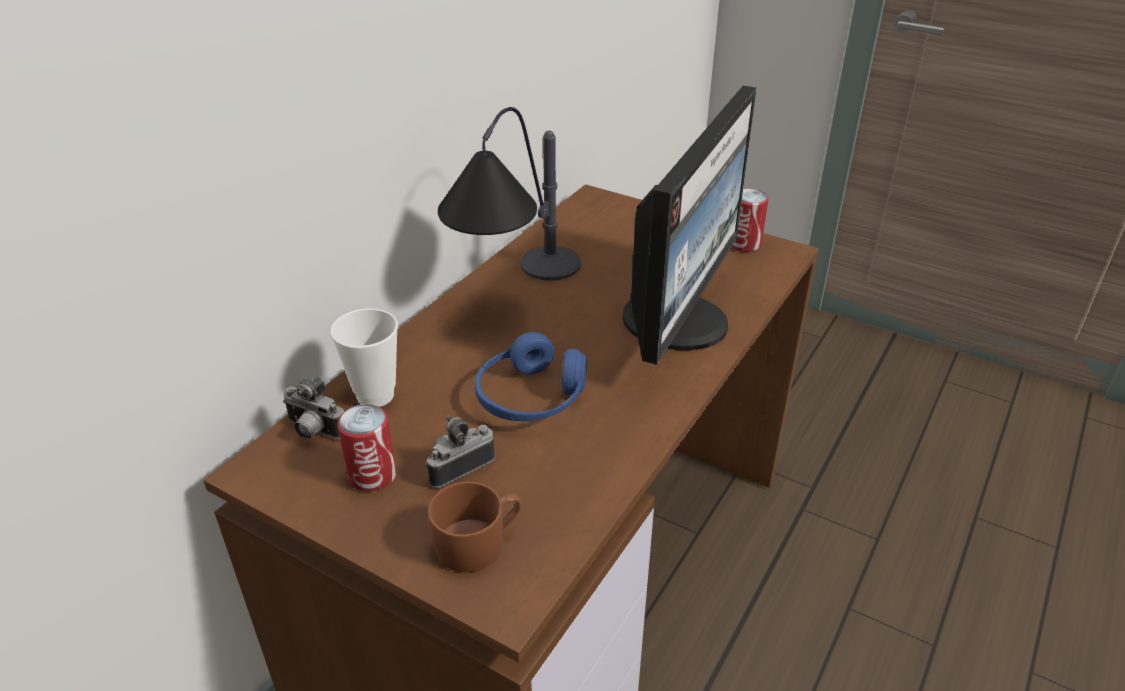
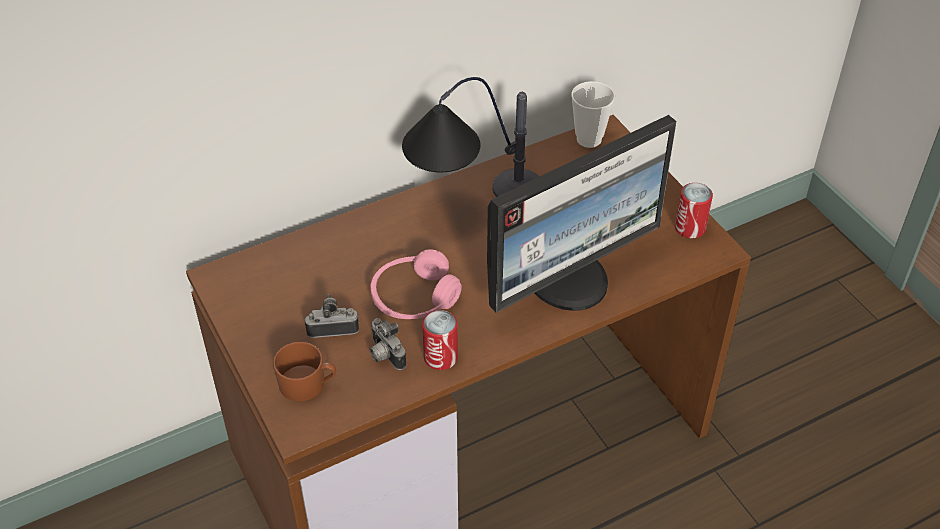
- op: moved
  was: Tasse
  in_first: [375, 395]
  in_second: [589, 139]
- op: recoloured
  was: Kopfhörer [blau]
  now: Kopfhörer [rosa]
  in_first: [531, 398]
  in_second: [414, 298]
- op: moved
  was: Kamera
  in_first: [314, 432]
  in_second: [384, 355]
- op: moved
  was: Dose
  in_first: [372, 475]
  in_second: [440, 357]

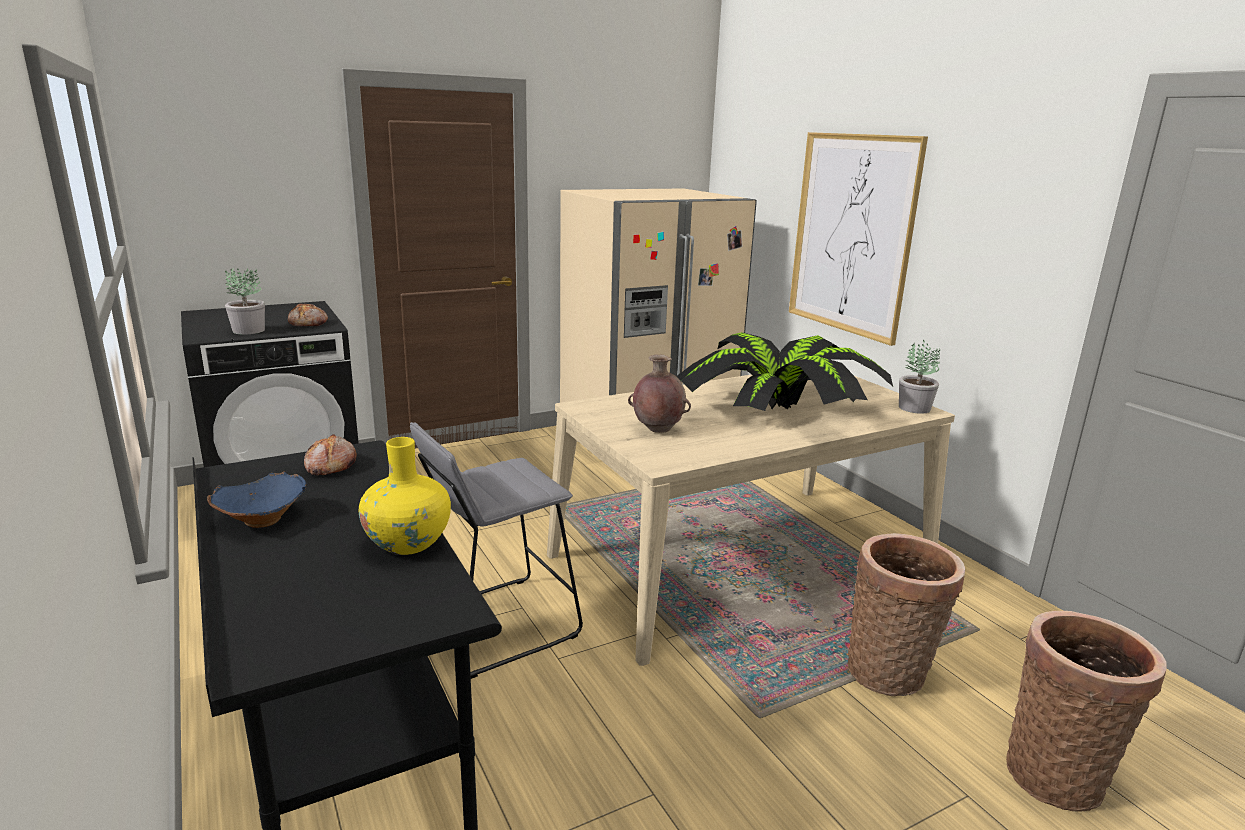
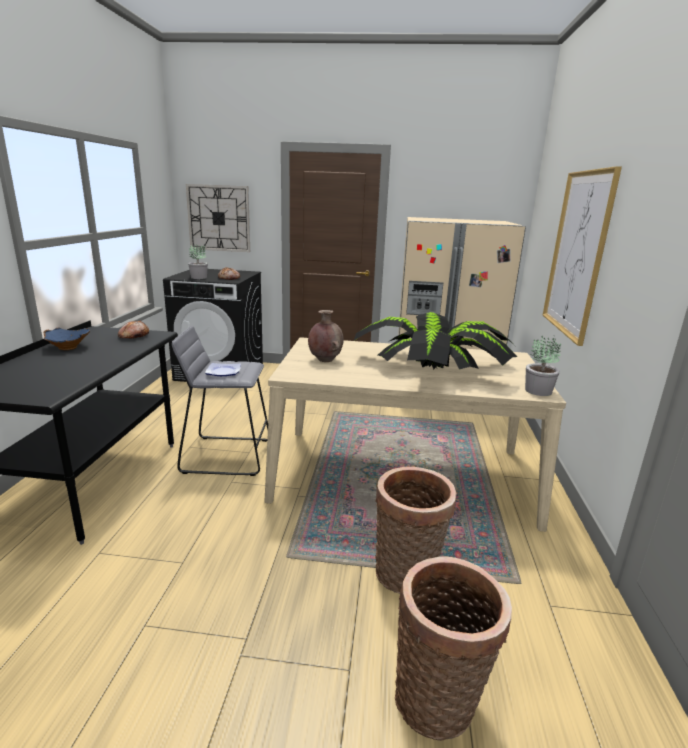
- op: removed
  was: Vase [gelb]
  in_first: [408, 542]
- op: added
  now: Wanduhr
  in_second: [219, 218]
- op: added
  now: Teller
  in_second: [223, 371]

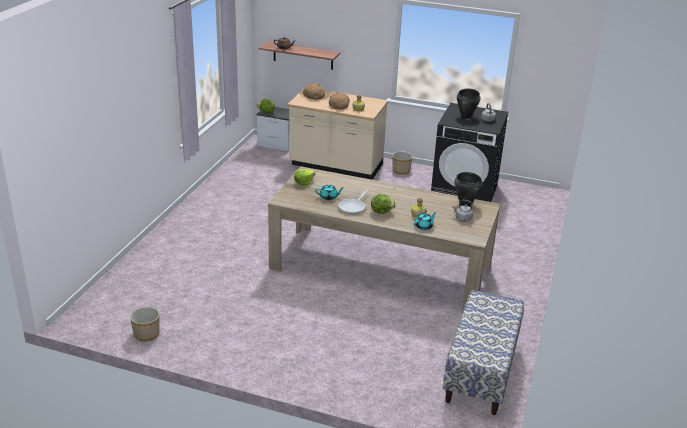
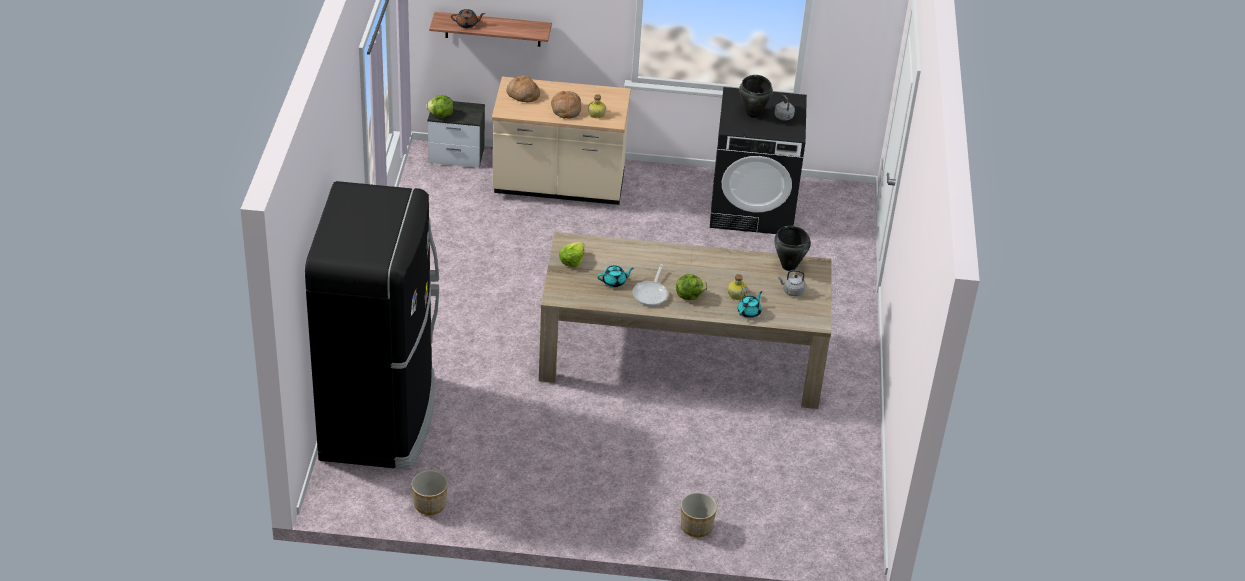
- op: moved
  was: Pflanzkübel
  in_first: [401, 171]
  in_second: [696, 526]
- op: removed
  was: Bank
  in_first: [481, 372]
- op: added
  now: Kühlschrank [schwarz]
  in_second: [380, 417]

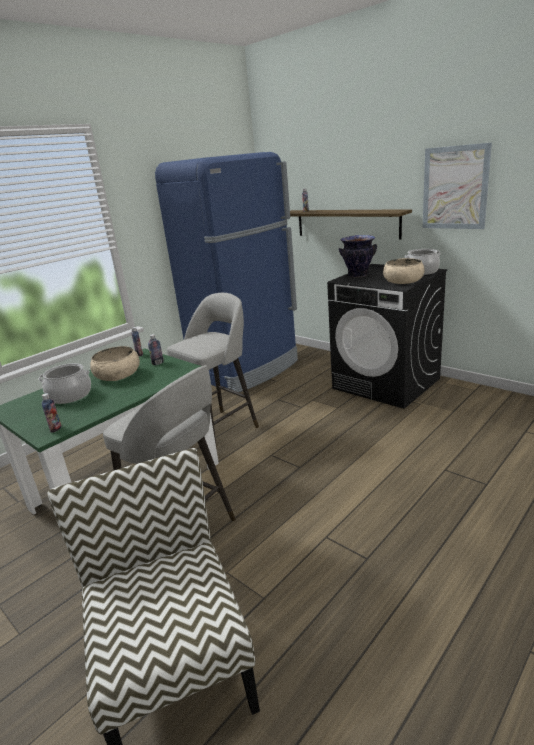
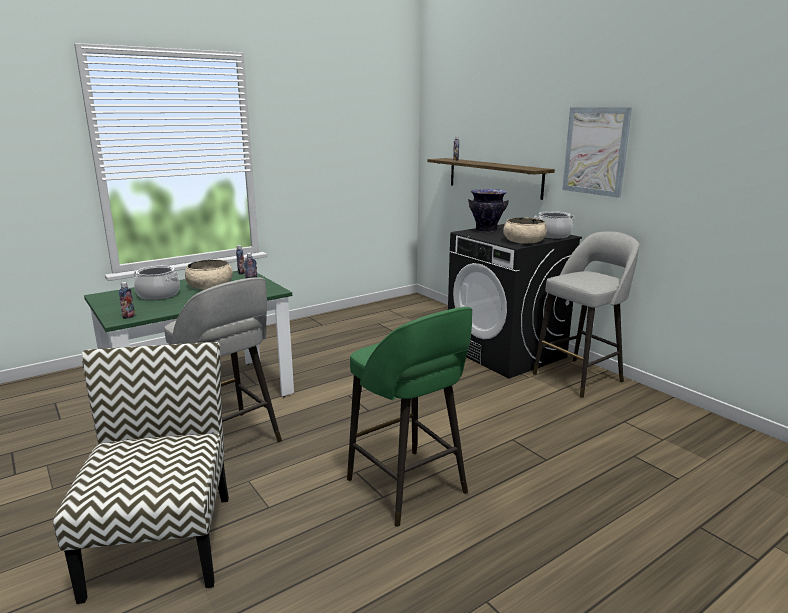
- op: removed
  was: Kühlschrank [blau]
  in_first: [246, 369]
- op: moved
  was: Hocker [grau]
  in_first: [220, 430]
  in_second: [579, 377]
- op: added
  now: Hocker [grün]
  in_second: [408, 488]

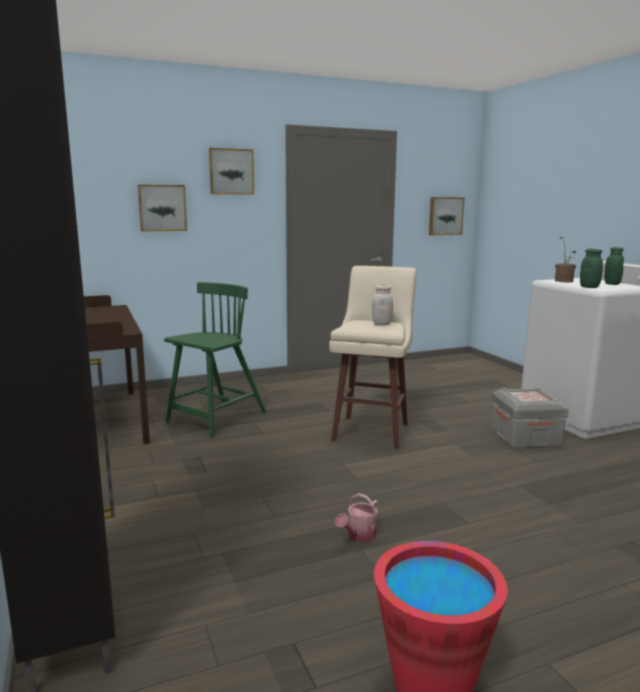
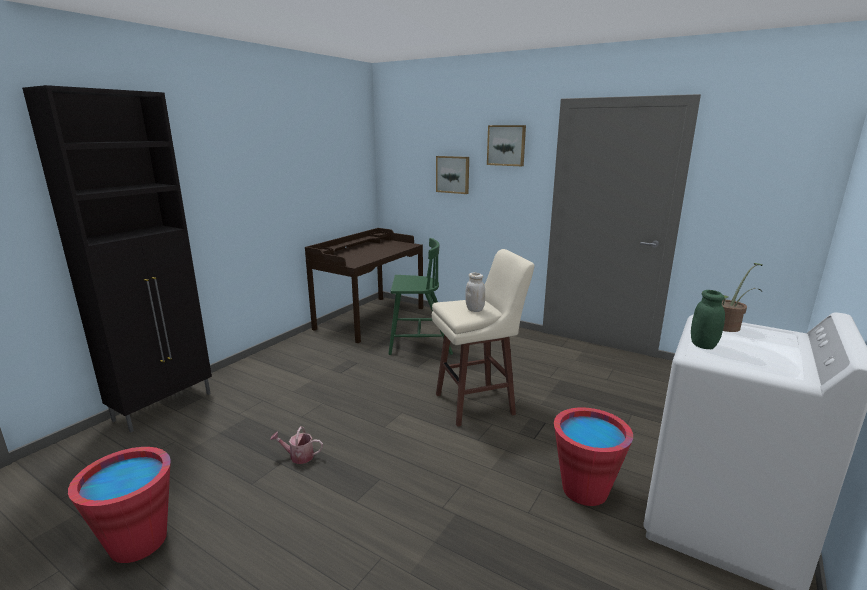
- op: removed
  was: Bild
  in_first: [445, 216]
- op: removed
  was: Vorratsglas [grün]
  in_first: [612, 284]
- op: replaced
  was: Aufbewahrungsbox [grau]
  now: Eimer [rot]
  in_first: [525, 436]
  in_second: [585, 490]

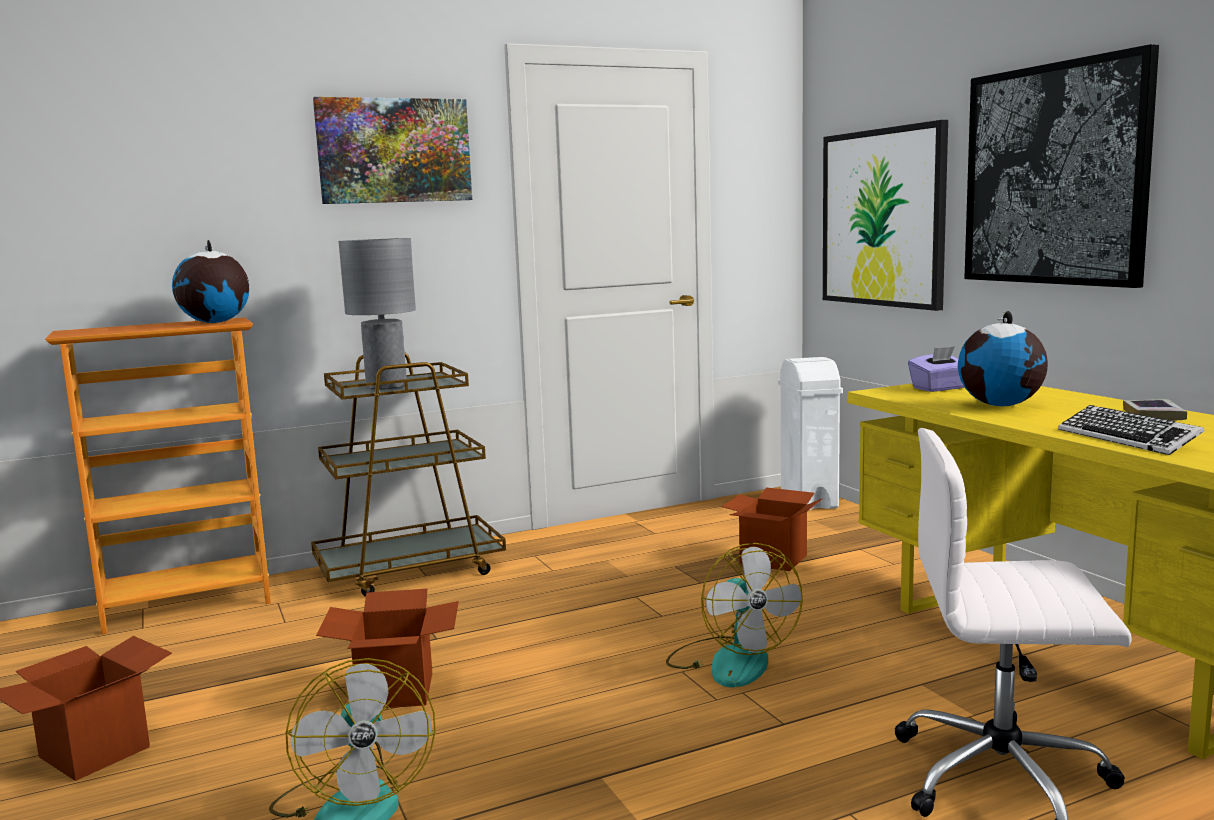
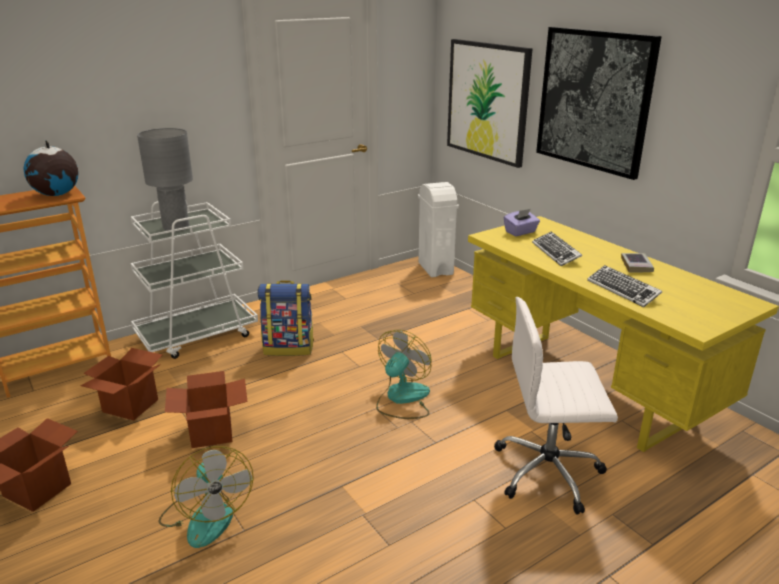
- op: removed
  was: Bild
  in_first: [394, 151]
- op: replaced
  was: Globus
  now: Tastatur
  in_first: [1001, 405]
  in_second: [556, 252]
- op: recoloured
  was: Rollwagen [braun]
  now: Rollwagen [weiß]
  in_first: [411, 570]
  in_second: [197, 335]
- op: moved
  was: Karton
  in_first: [773, 559]
  in_second: [131, 406]
- op: turned
  was: Ventilator
  in_first: [730, 661]
  in_second: [402, 399]
  clockwise: -120
- op: added
  now: Rucksack
  in_second: [289, 347]

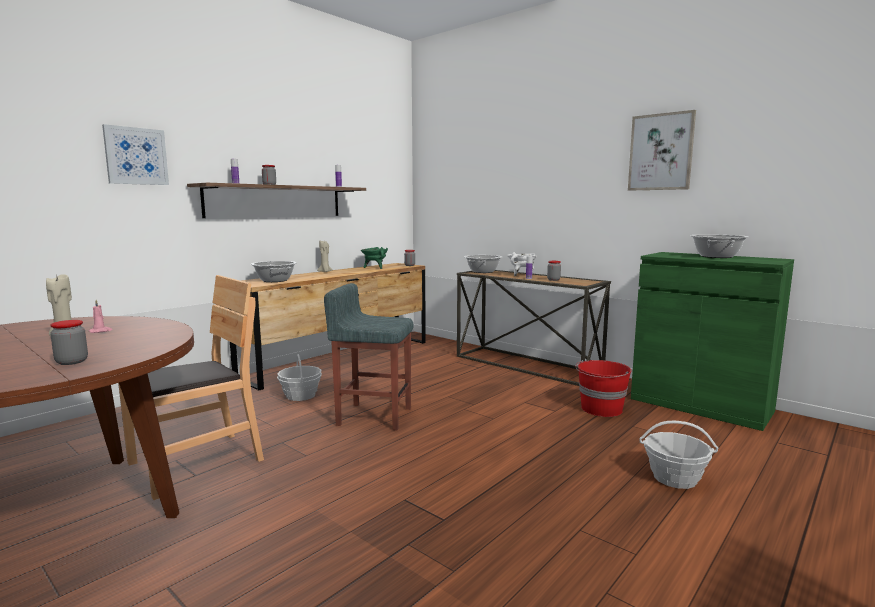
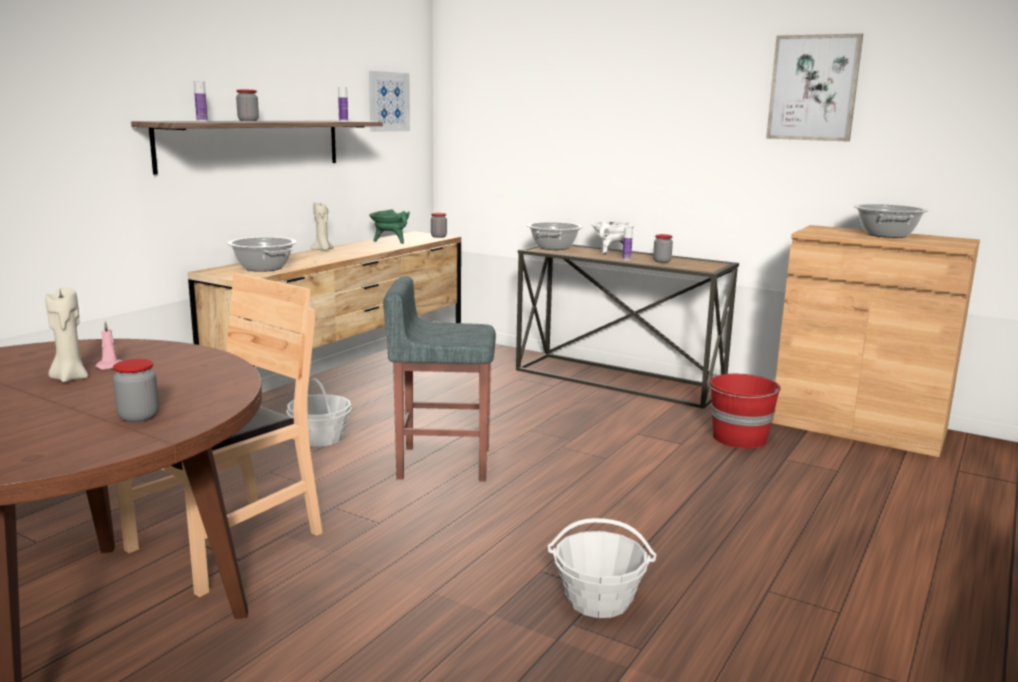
- op: moved
  was: Bild
  in_first: [136, 156]
  in_second: [388, 102]
- op: recoloured
  was: Schrank [grün]
  now: Schrank [braun]
  in_first: [700, 405]
  in_second: [858, 427]
- op: moved
  was: Korb
  in_first: [674, 478]
  in_second: [598, 600]

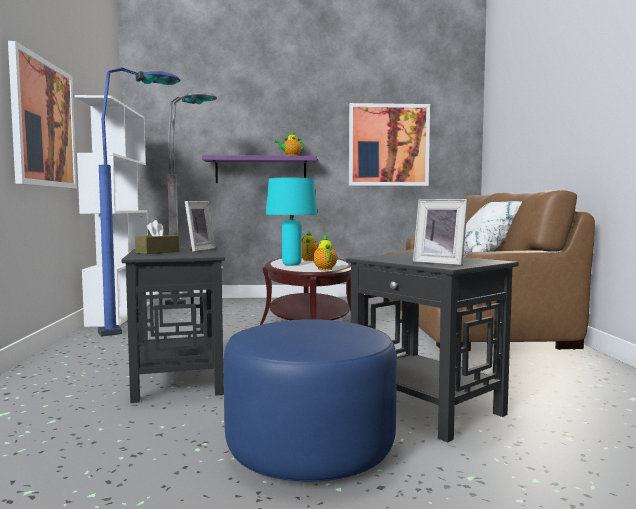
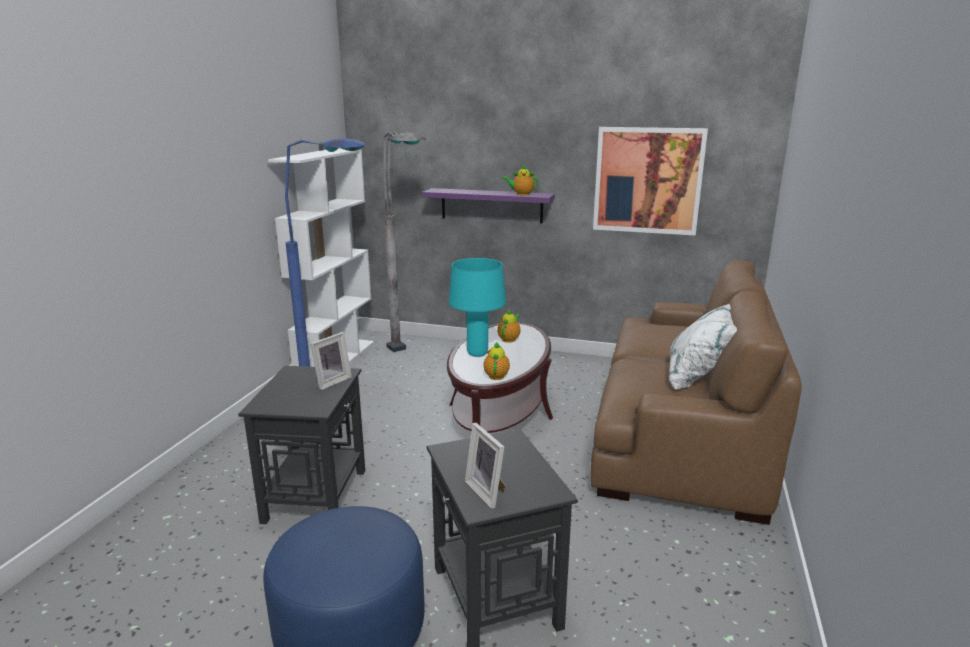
- op: removed
  was: Bild
  in_first: [43, 124]
- op: removed
  was: Taschentuchbox [braun]
  in_first: [157, 252]

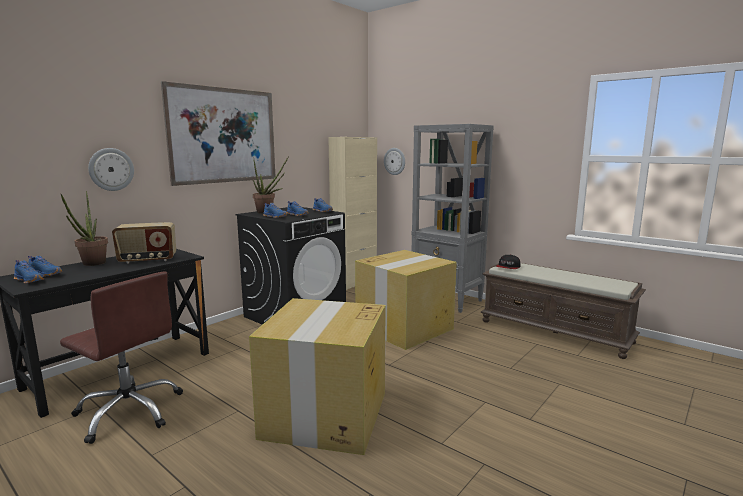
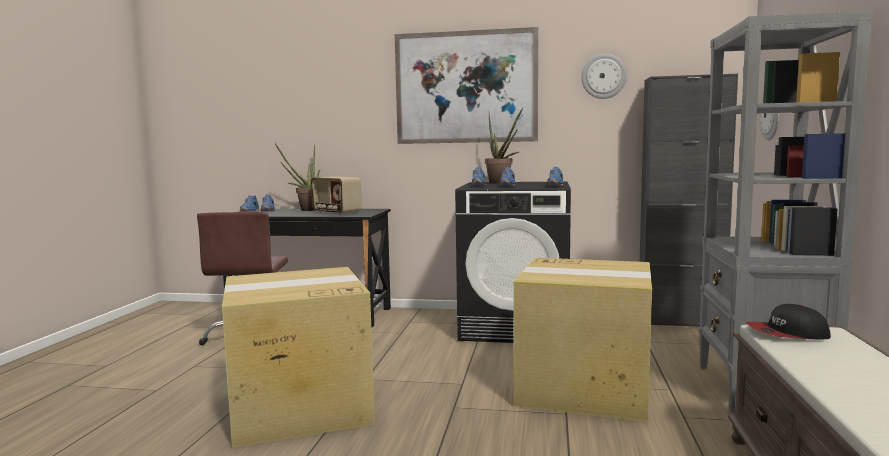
- op: recoloured
  was: Schrank [beige]
  now: Schrank [schwarz]
  in_first: [354, 282]
  in_second: [680, 321]
- op: moved
  was: Wanduhr
  in_first: [111, 169]
  in_second: [603, 76]

